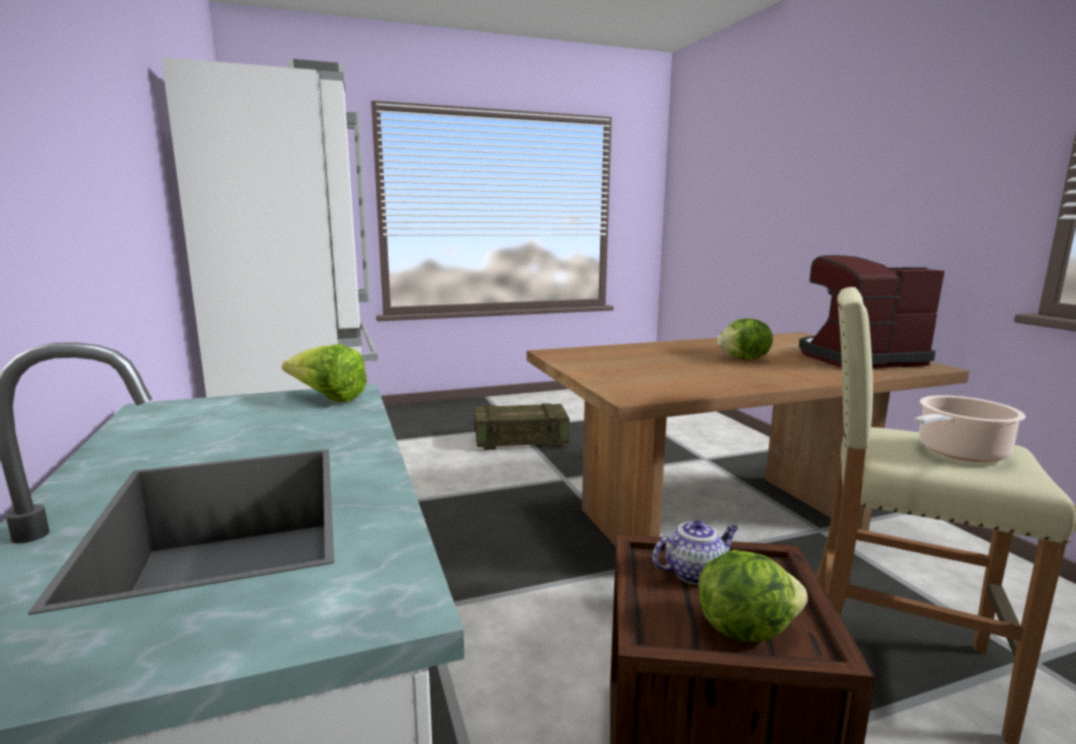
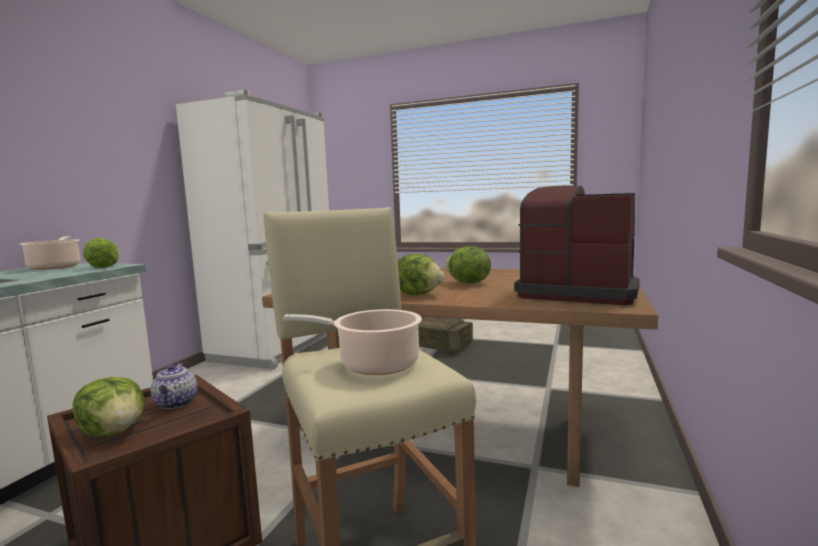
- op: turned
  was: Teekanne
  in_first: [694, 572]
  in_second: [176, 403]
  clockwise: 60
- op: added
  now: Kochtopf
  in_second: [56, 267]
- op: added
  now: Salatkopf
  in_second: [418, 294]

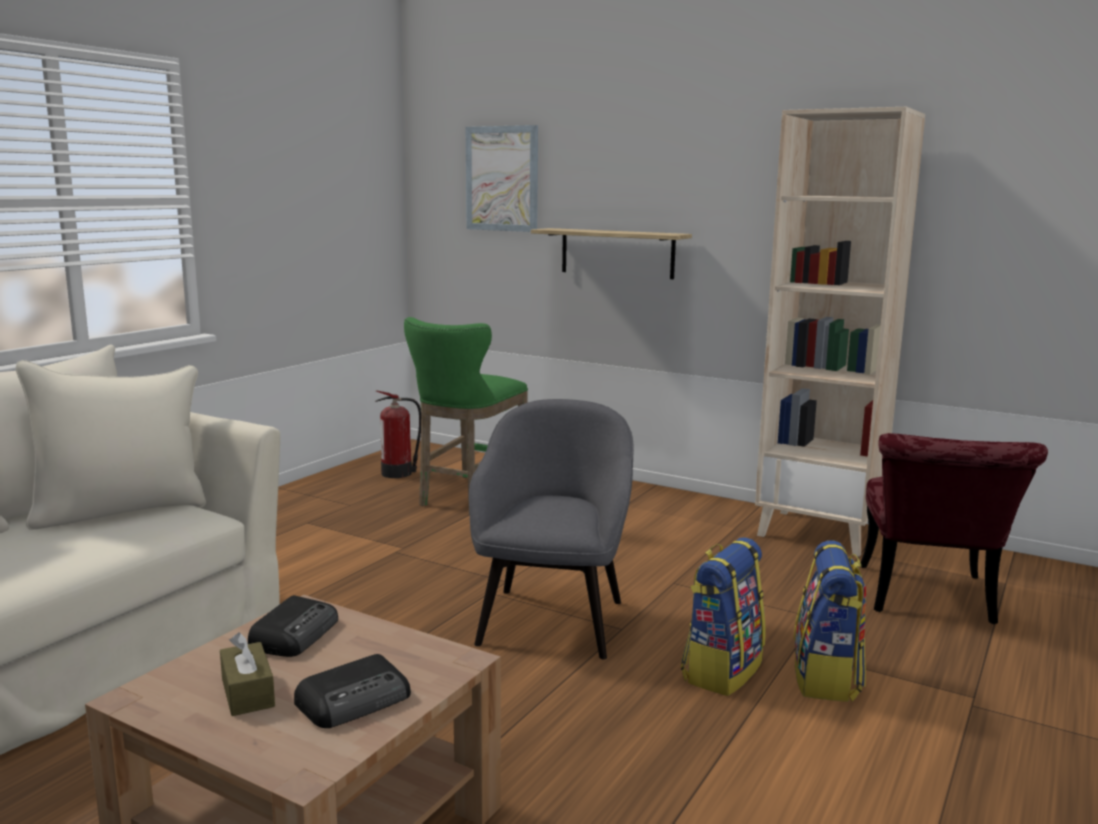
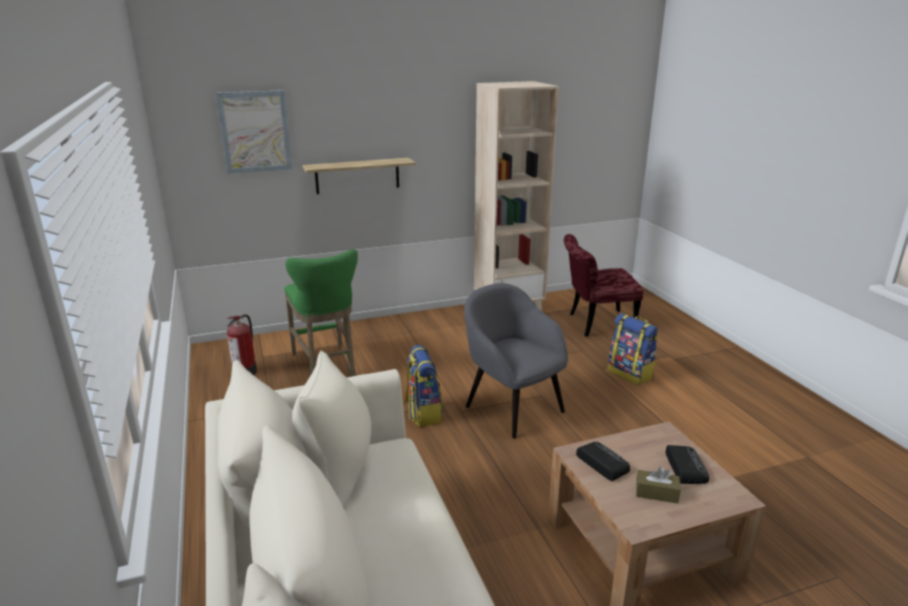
- op: turned
  was: Stuhl [rot]
  in_first: [928, 601]
  in_second: [595, 324]
  clockwise: 120
- op: moved
  was: Rucksack
  in_first: [721, 670]
  in_second: [423, 413]

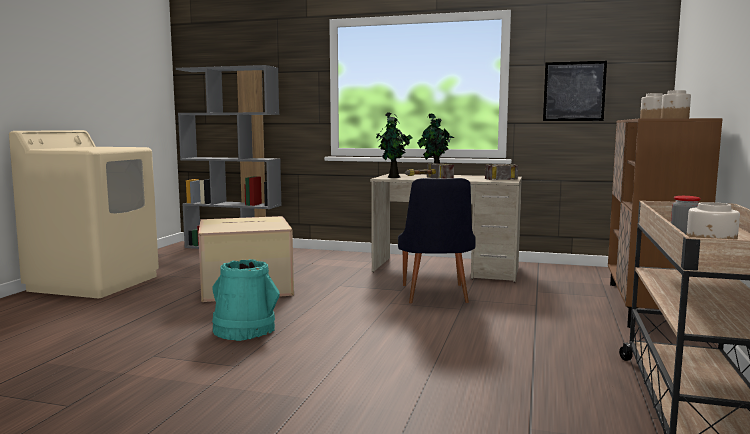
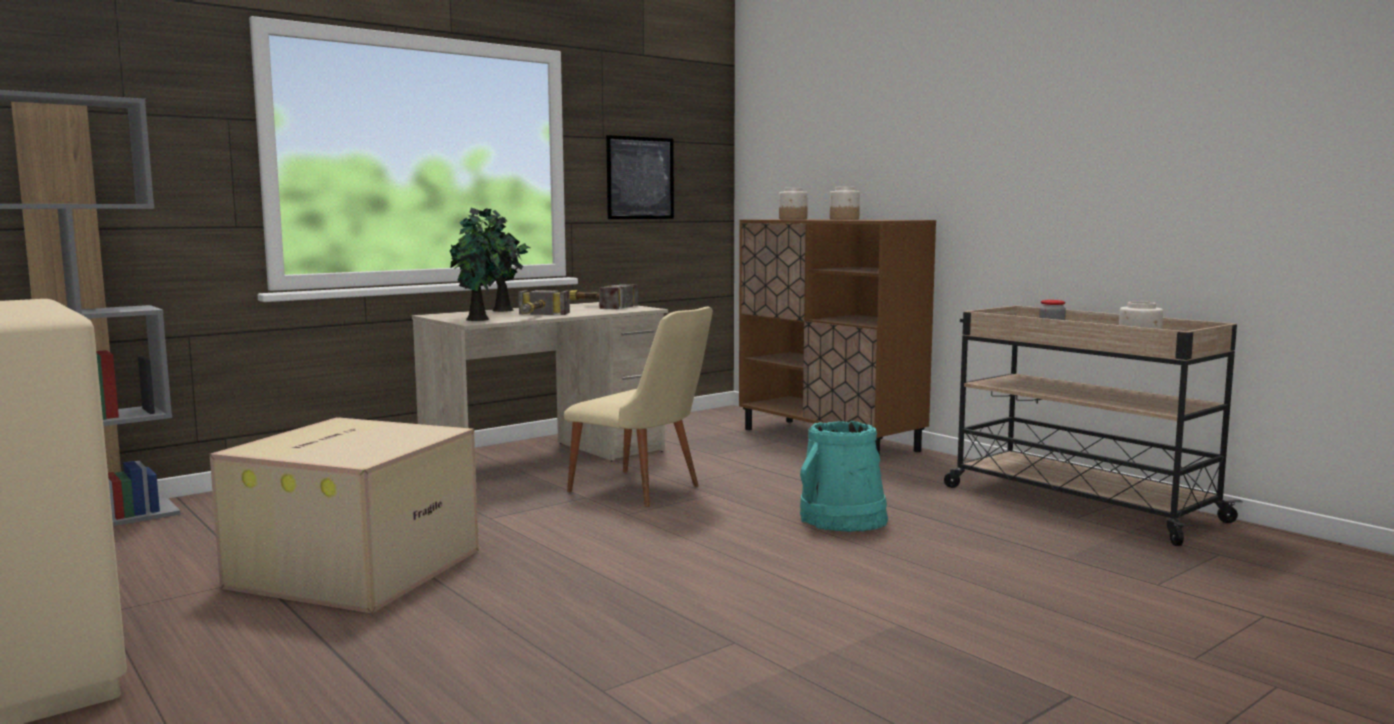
- op: recoloured
  was: Stuhl [schwarz]
  now: Stuhl [beige]
  in_first: [434, 296]
  in_second: [644, 491]
- op: moved
  was: Eimer [türkis]
  in_first: [244, 330]
  in_second: [843, 520]

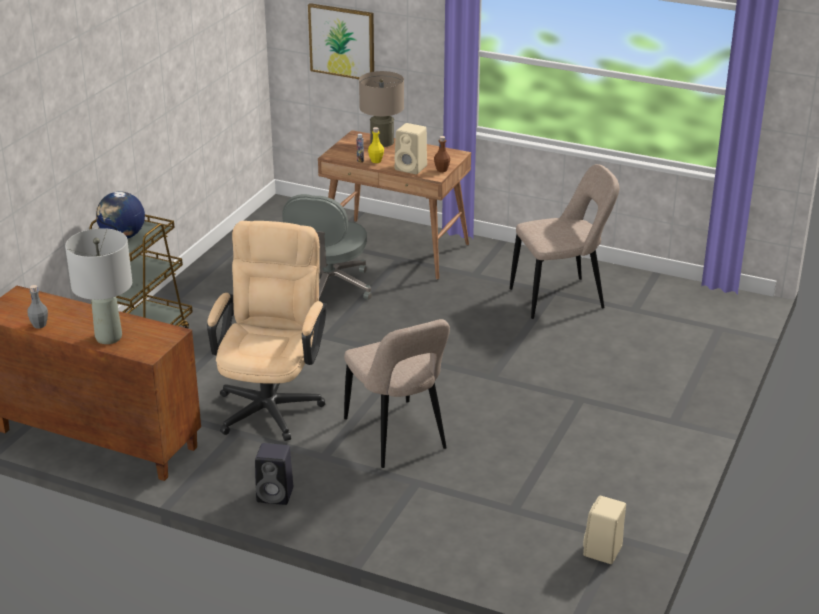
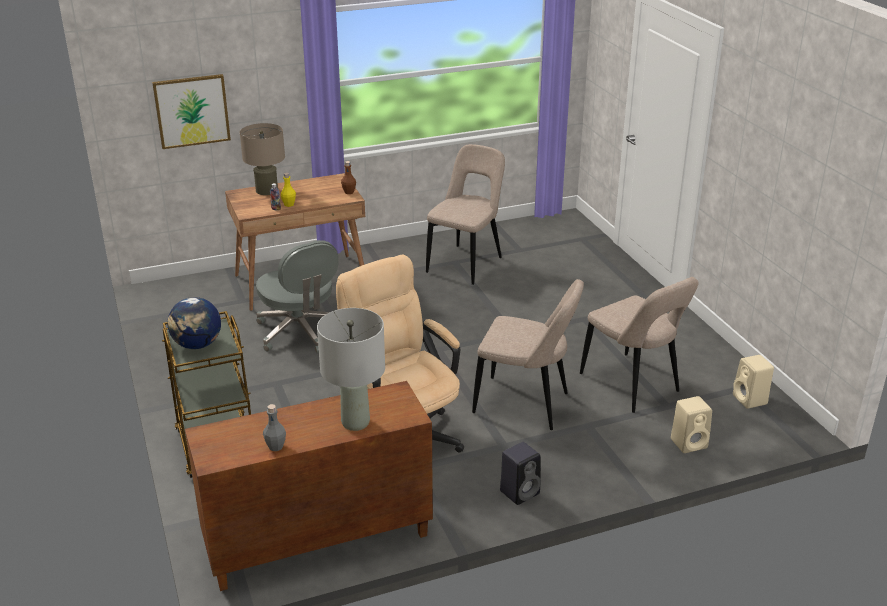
- op: moved
  was: Lautsprecher [beige]
  in_first: [412, 168]
  in_second: [689, 443]
- op: added
  now: Stuhl [beige]
  in_second: [632, 385]

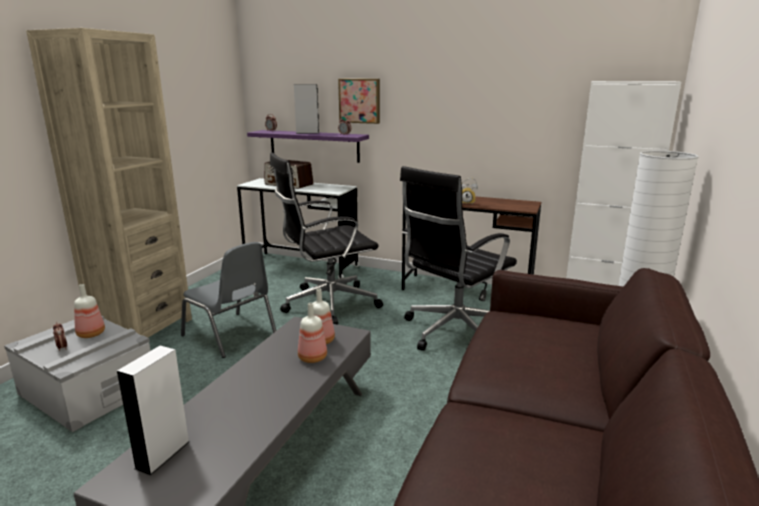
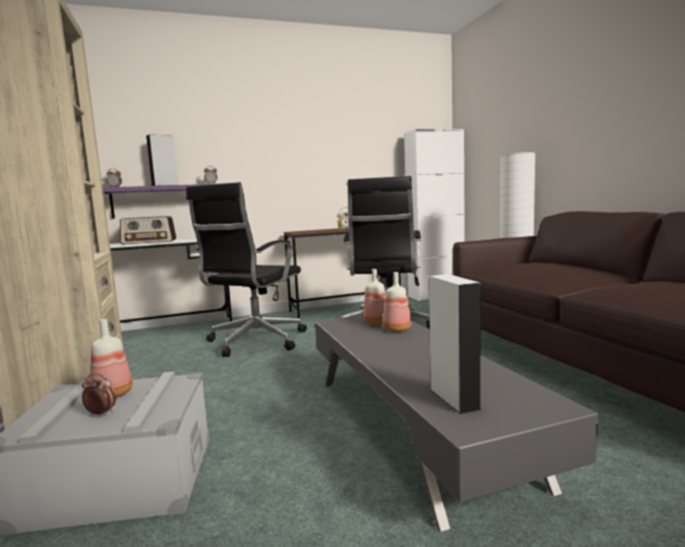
- op: removed
  was: Bild
  in_first: [360, 101]
- op: removed
  was: Stuhl [grau]
  in_first: [230, 335]

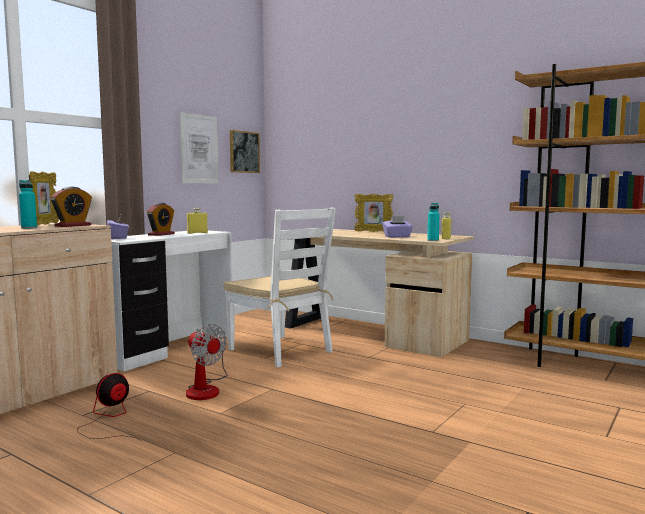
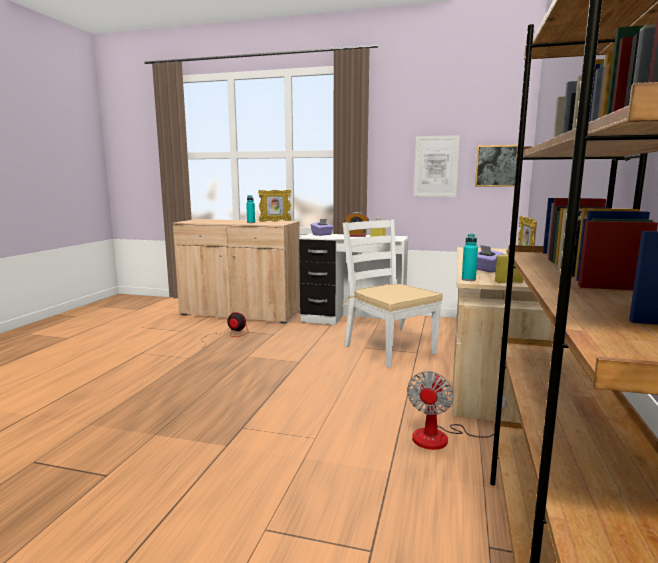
- op: removed
  was: Wecker
  in_first: [73, 225]
- op: turned
  was: Stuhl [weiß]
  in_first: [281, 351]
  in_second: [388, 349]
  clockwise: 120
- op: moved
  was: Ventilator
  in_first: [206, 389]
  in_second: [442, 437]

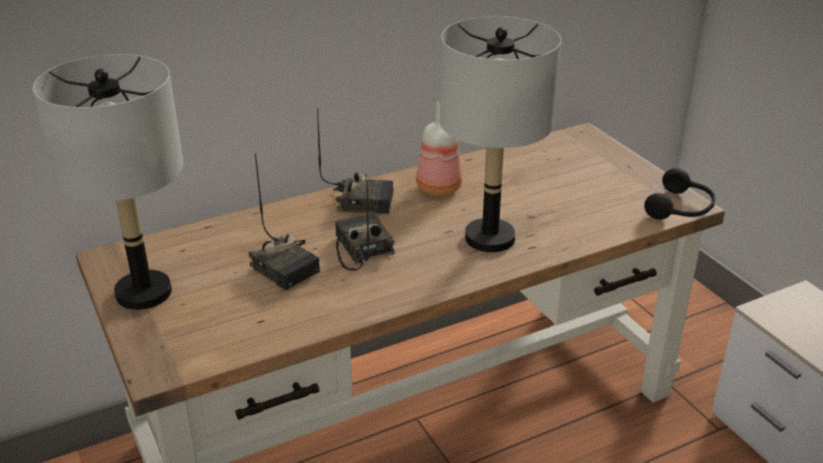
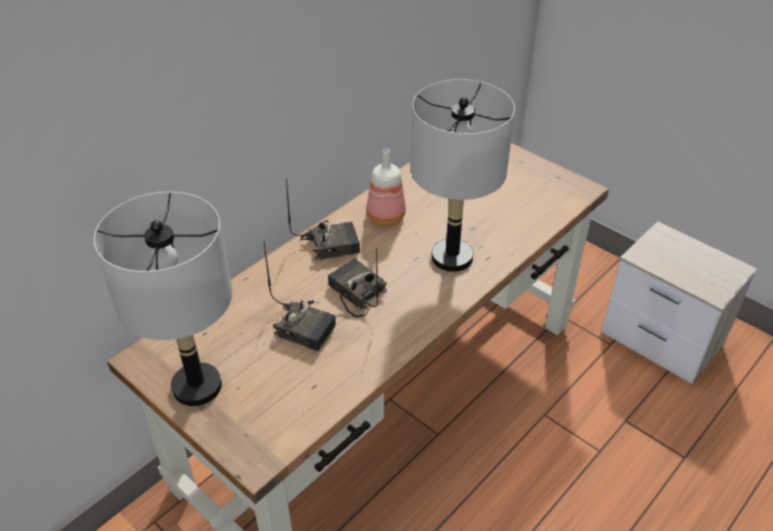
- op: removed
  was: Kopfhörer [schwarz]
  in_first: [681, 209]

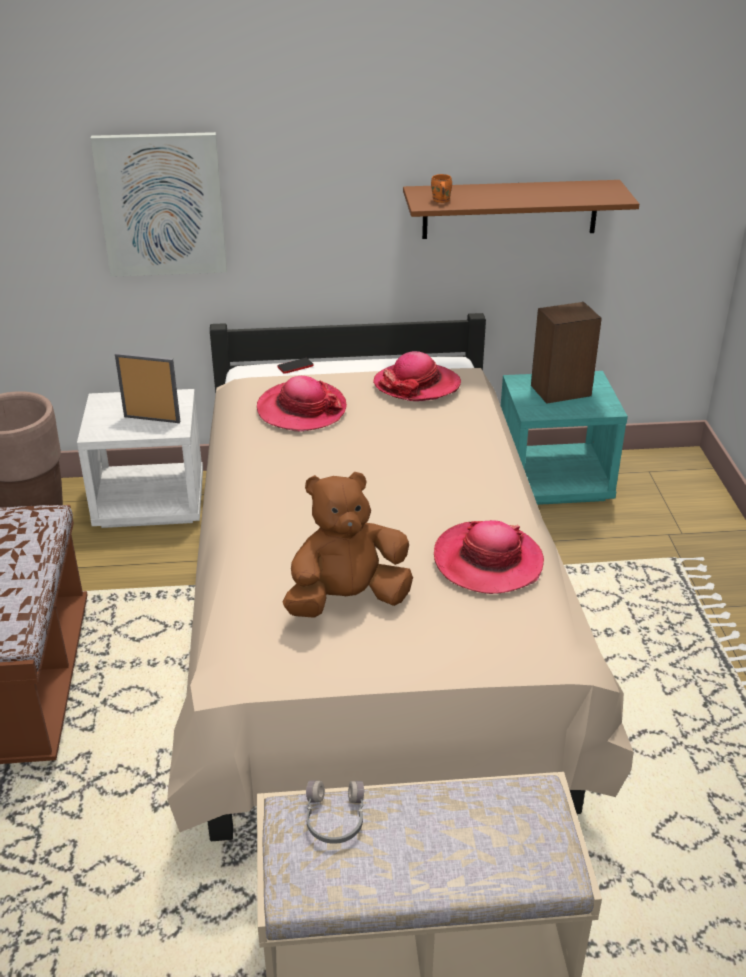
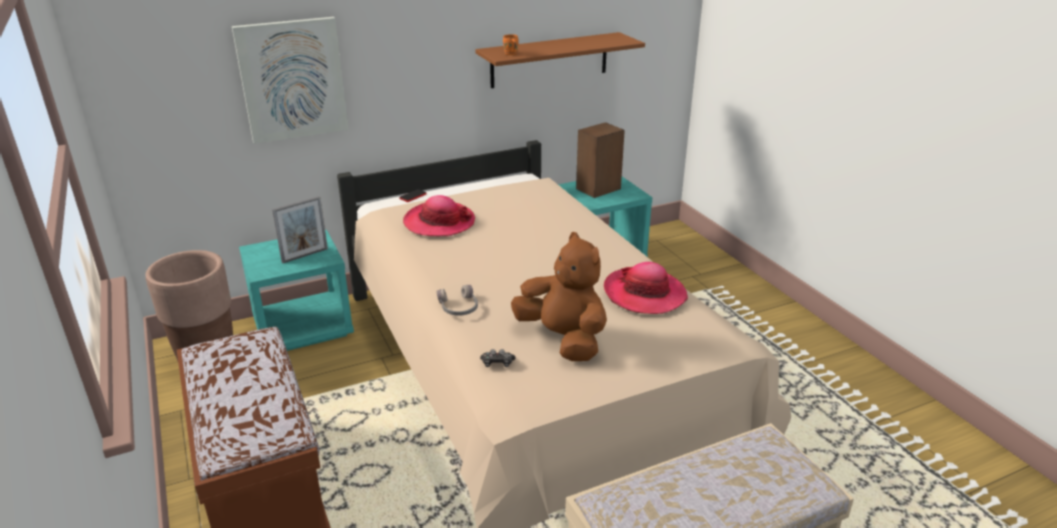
- op: removed
  was: Hut
  in_first: [417, 385]
- op: turned
  was: Bilderrahmen
  in_first: [152, 419]
  in_second: [305, 255]
  clockwise: 150
- op: recoloured
  was: Nachttisch [weiß]
  now: Nachttisch [türkis]
  in_first: [151, 502]
  in_second: [303, 328]
- op: turned
  was: Plüschtier [braun]
  in_first: [347, 600]
  in_second: [563, 339]
  clockwise: 90
- op: moved
  was: Kopfhörer [grau]
  in_first: [334, 819]
  in_second: [458, 307]
- op: added
  now: Gamepad
  in_second: [497, 363]

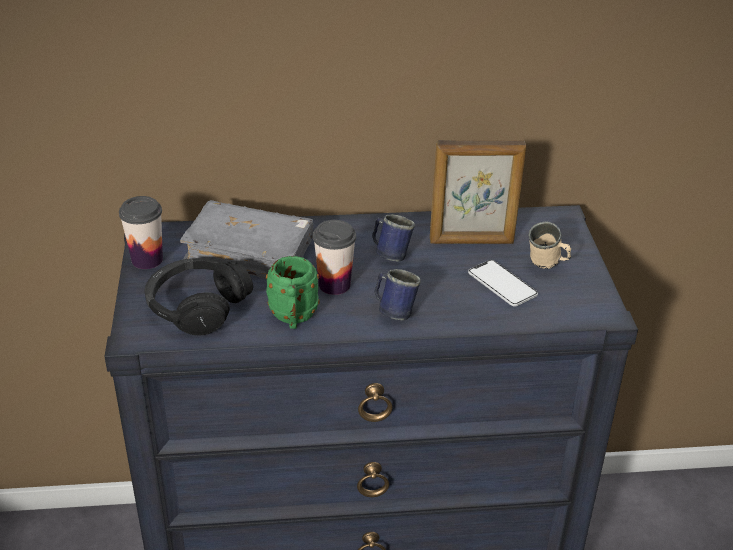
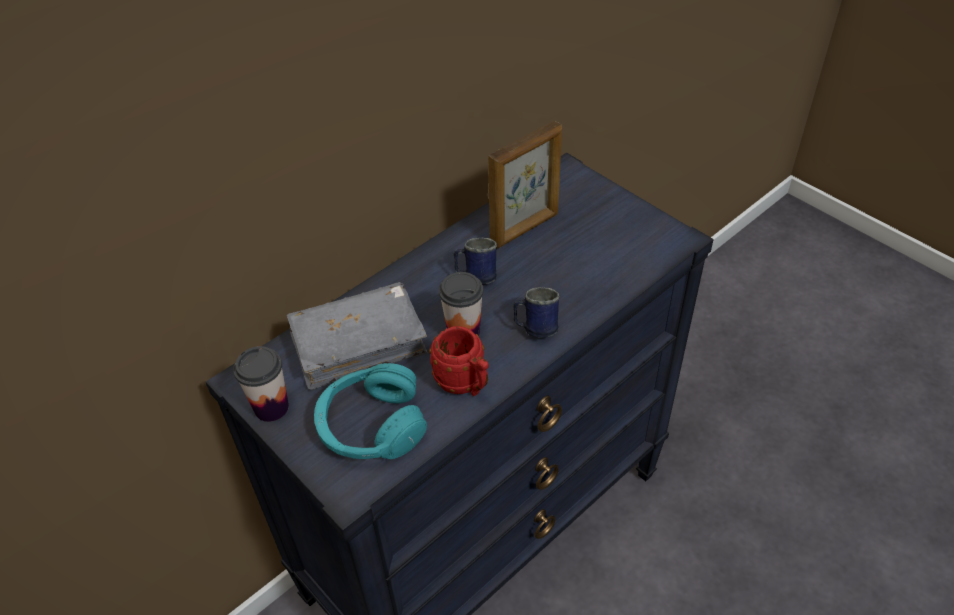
- op: removed
  was: Henkelbecher [beige]
  in_first: [547, 266]
- op: recoloured
  was: Henkelbecher [grün]
  now: Henkelbecher [rot]
  in_first: [293, 318]
  in_second: [465, 384]
- op: recoloured
  was: Kopfhörer [schwarz]
  now: Kopfhörer [türkis]
  in_first: [197, 306]
  in_second: [371, 425]
- op: removed
  was: Handy
  in_first: [502, 284]

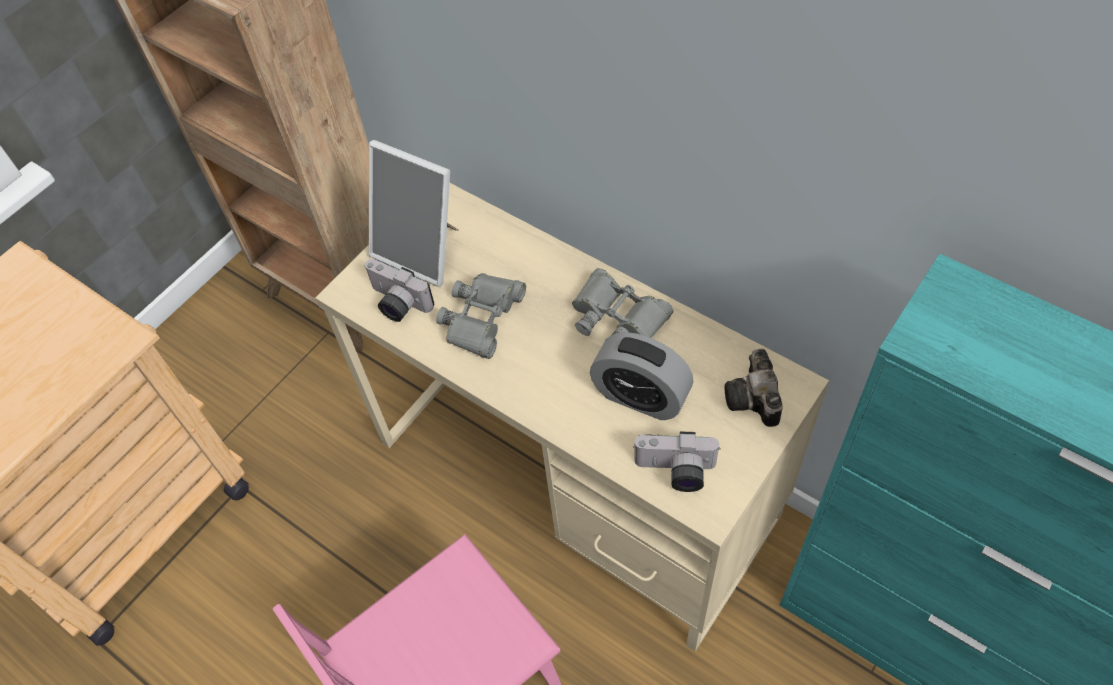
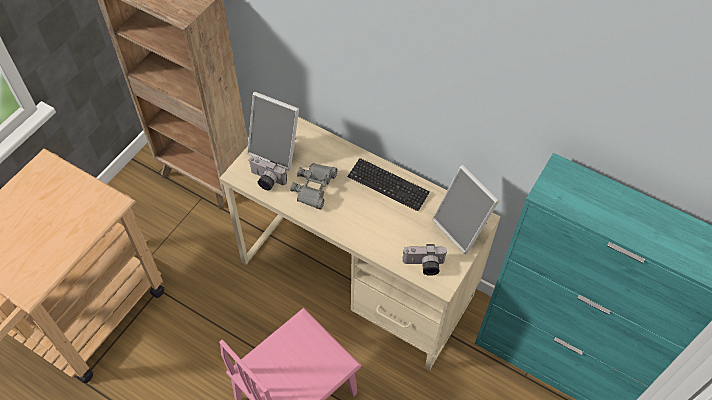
- op: replaced
  was: Fernglas [grau]
  now: Tastatur
  in_first: [618, 317]
  in_second: [388, 185]
- op: removed
  was: Wecker
  in_first: [640, 396]
- op: replaced
  was: Kamera
  now: Bilderrahmen
  in_first: [754, 400]
  in_second: [462, 228]

